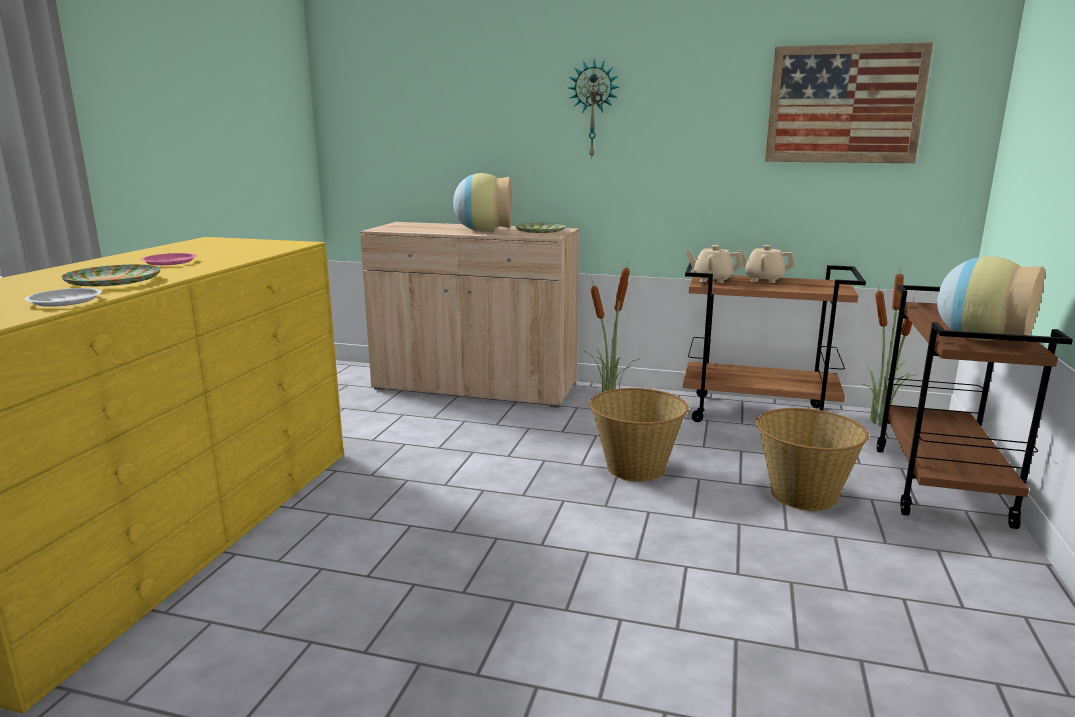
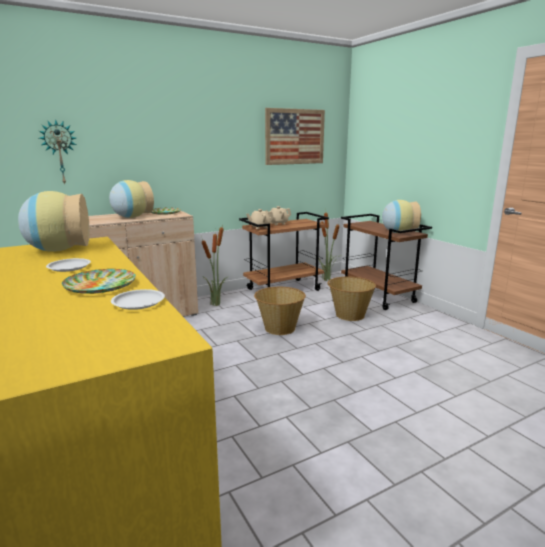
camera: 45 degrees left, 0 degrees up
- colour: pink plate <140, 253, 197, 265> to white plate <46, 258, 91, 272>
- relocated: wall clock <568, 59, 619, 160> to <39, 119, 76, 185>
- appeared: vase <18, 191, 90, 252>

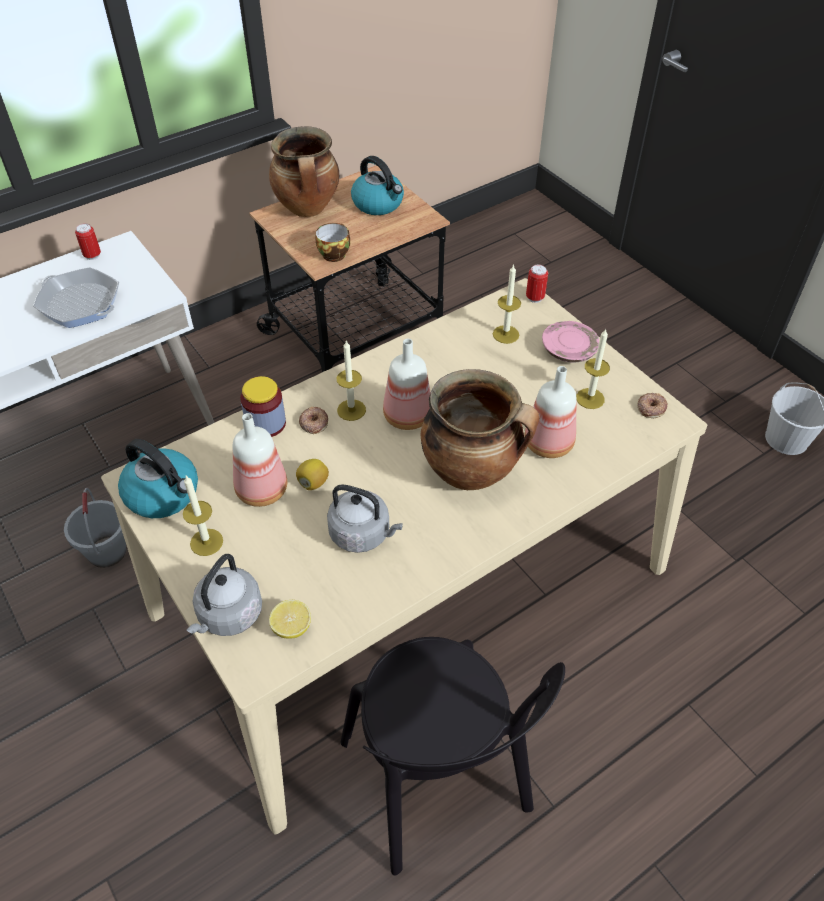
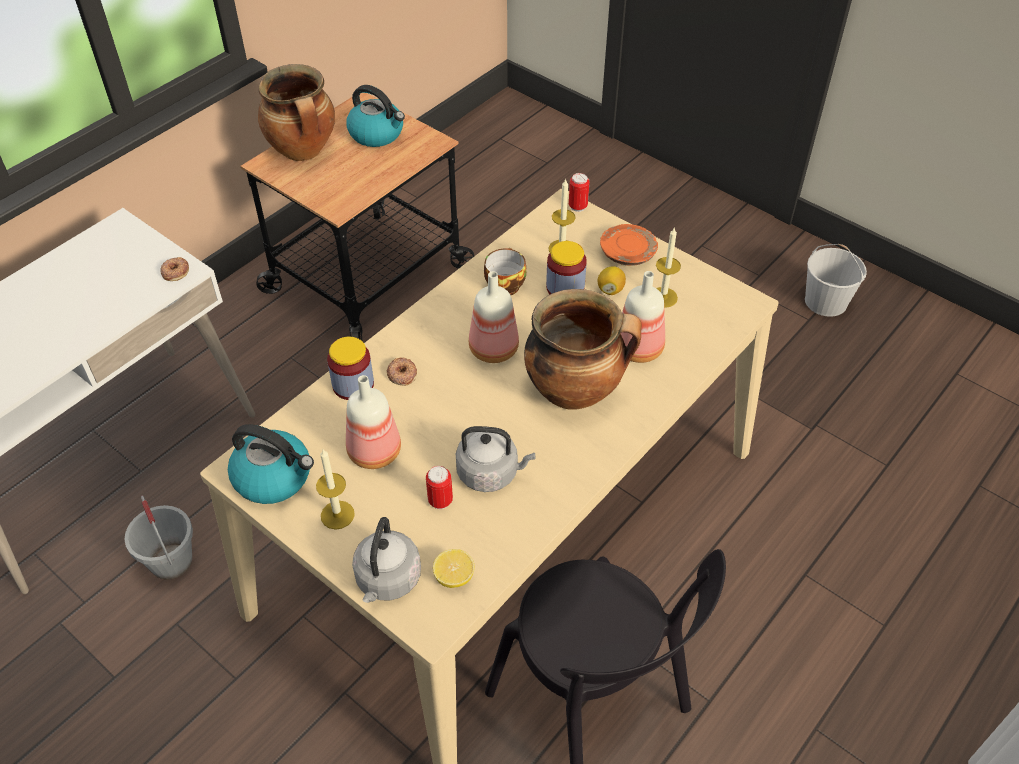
camera: 15 degrees left, 0 degrees up
- missing: frying pan <33, 267, 119, 328>
- relocated: can <75, 223, 101, 260> to <426, 466, 453, 509>
- relocated: lemon <296, 459, 329, 490> to <598, 266, 626, 295>
- relocated: cup <316, 223, 350, 262> to <484, 248, 527, 295>
- missing: candle <337, 341, 366, 421>
- colour: pink plate <542, 321, 599, 363> to orange plate <600, 224, 658, 266>
- relocated: donut <637, 393, 667, 418> to <160, 257, 189, 281>
- appeared: jar <546, 241, 587, 294>

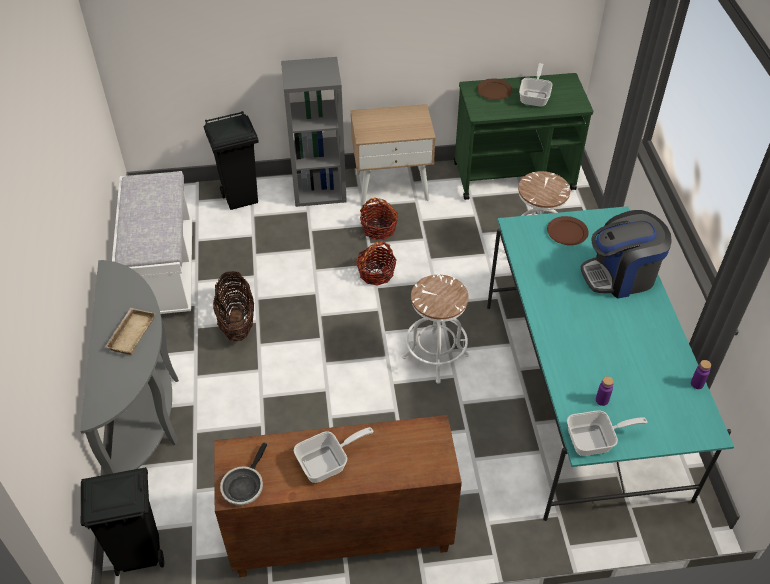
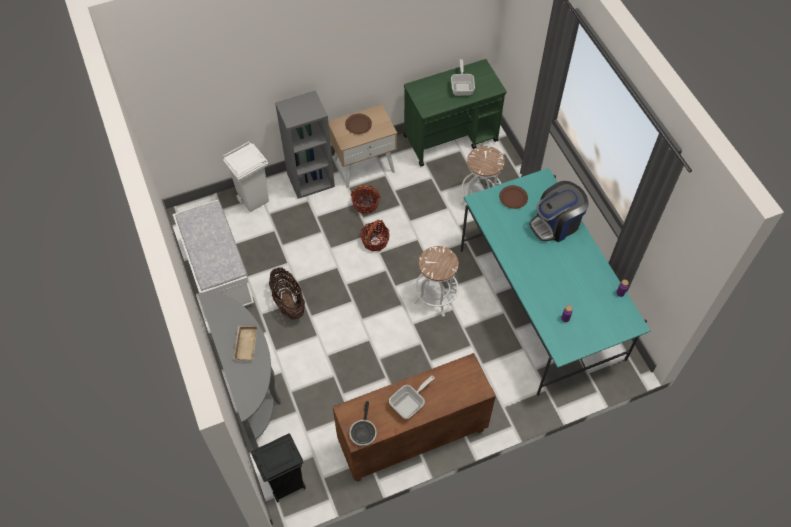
camera: 15 degrees left, 10 degrees up
- colour: black trash can <204, 111, 259, 210> to white trash can <223, 141, 269, 212>
- relocated: brown plate <477, 78, 512, 100> to <345, 114, 372, 134>
- missing: frying pan <567, 410, 647, 456>

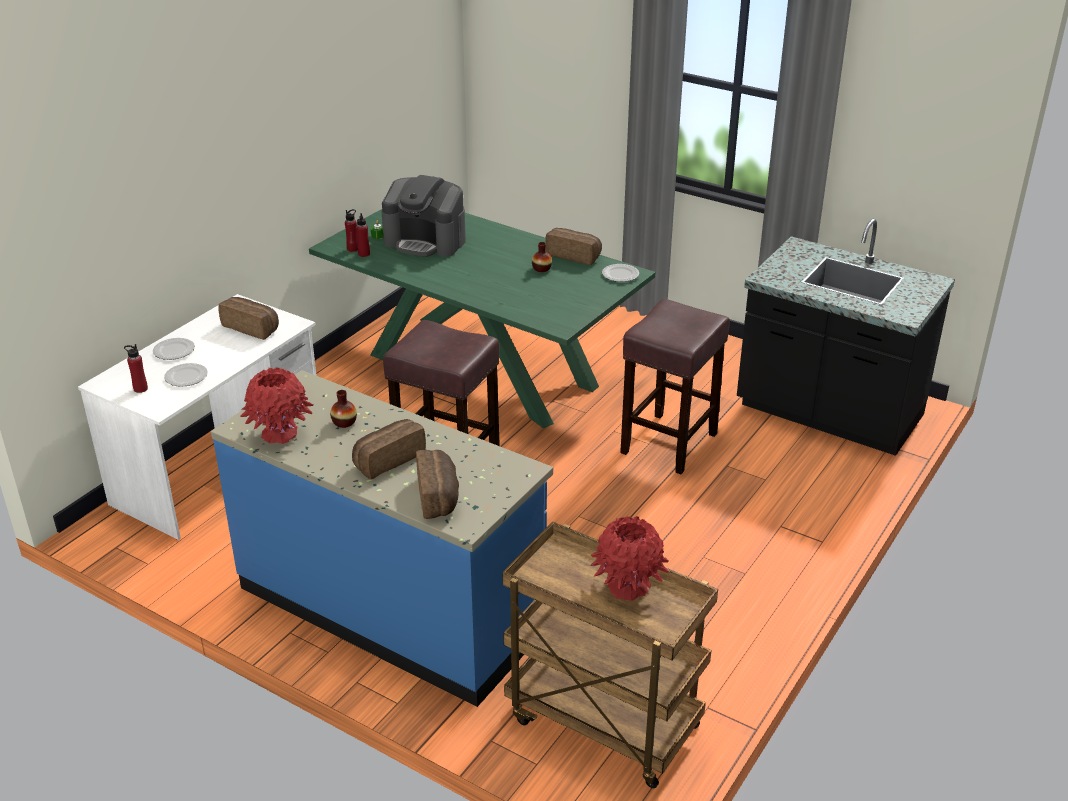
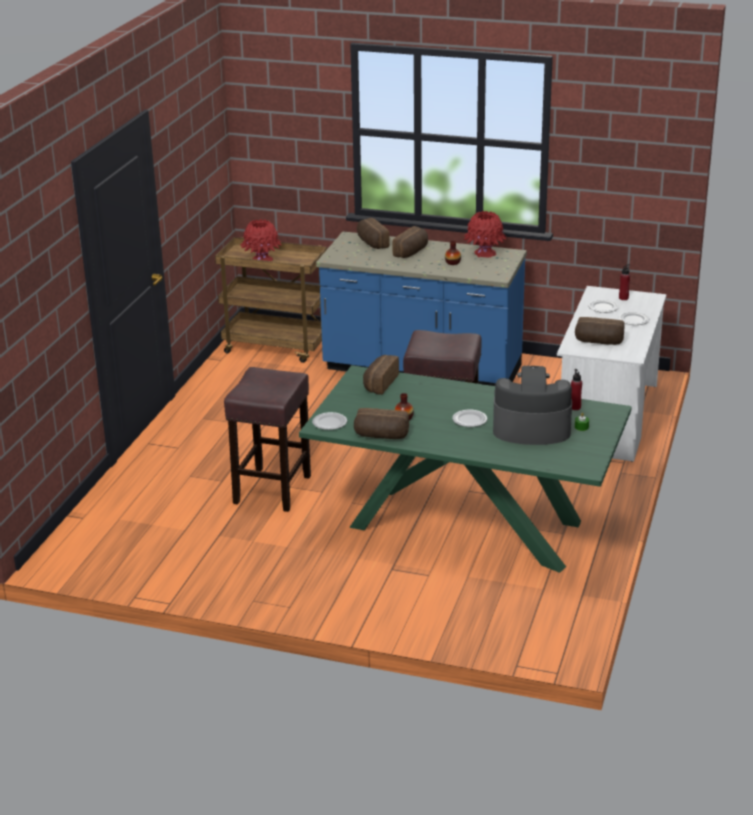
camera: 165 degrees right, 5 degrees down
- missing: red bottle <345, 209, 358, 252>
- missing: black counter <737, 219, 955, 456>
- appeared: bread <363, 355, 399, 395>
- appeared: plate <452, 410, 487, 427>

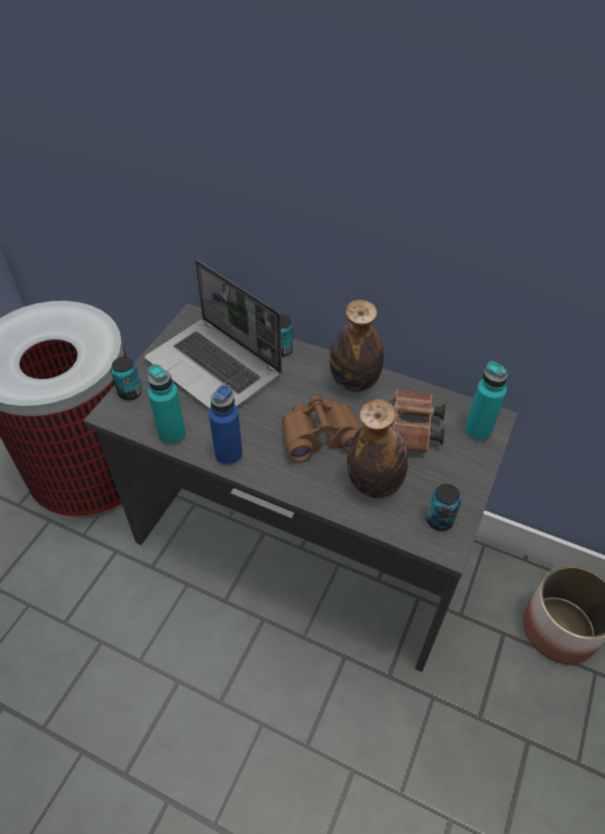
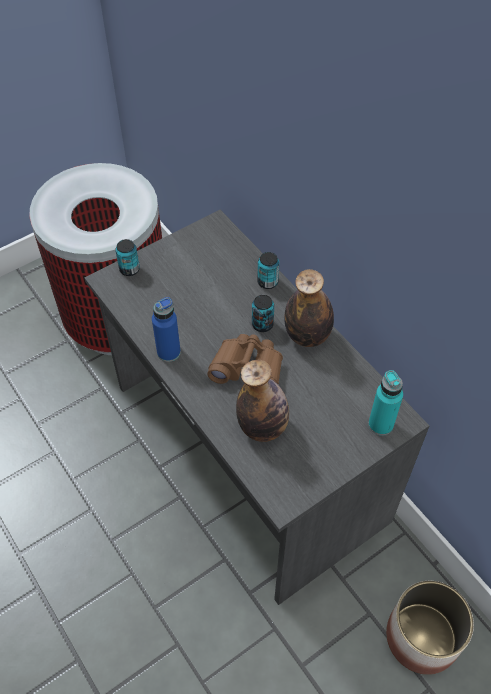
camera: 30 degrees right, 5 degrees up
- missing: laptop <145, 260, 282, 409>
- missing: turquoise bottle <148, 364, 186, 445>
- missing: brown binoculars <393, 389, 445, 453>
- relocated: can <426, 484, 461, 531> to <252, 295, 274, 332>

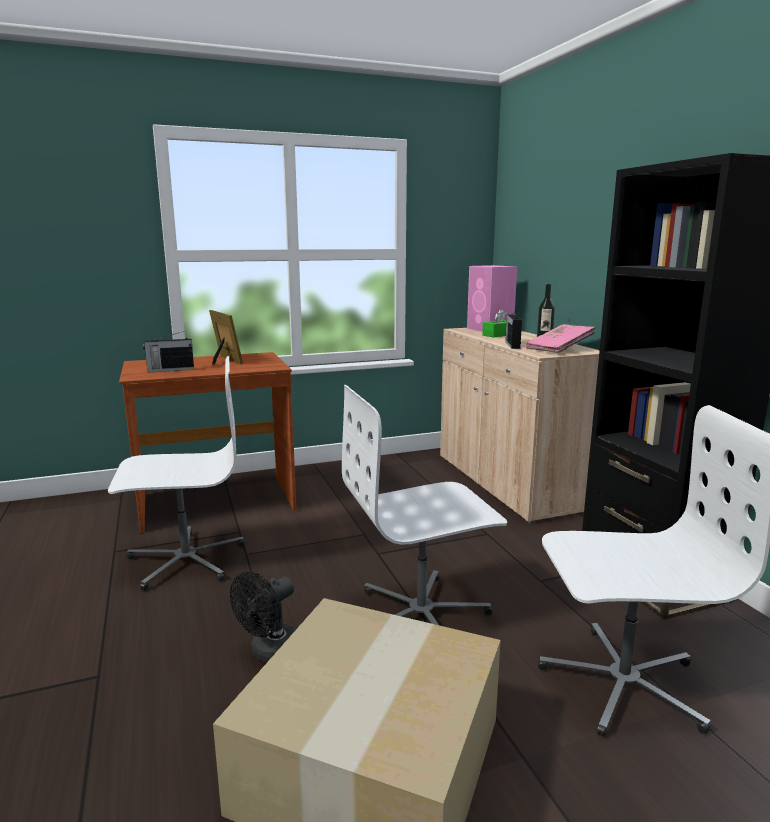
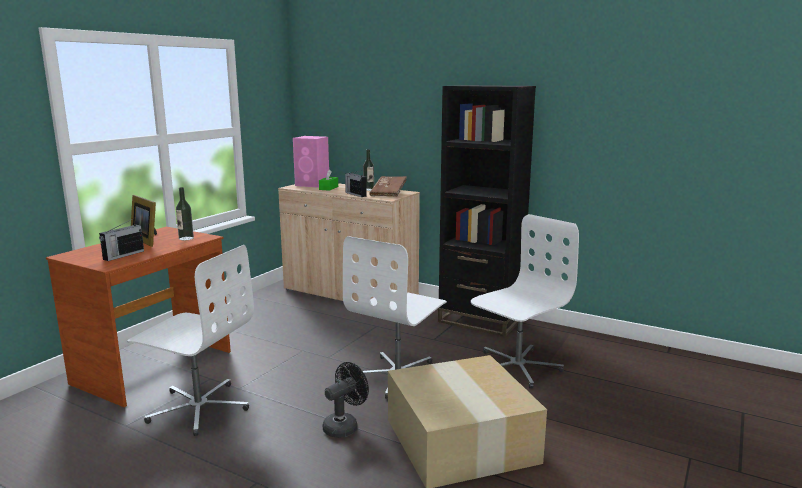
camera: 40 degrees left, 0 degrees up
- spun: white office chair <108, 356, 245, 590> = <127, 245, 254, 436> 75 degrees clockwise
- spun: picture frame <209, 310, 243, 365> = <131, 195, 157, 247> 150 degrees counterclockwise
- spun: black fan <230, 571, 296, 662> = <323, 362, 369, 438> 135 degrees counterclockwise
- colour: pink book <526, 324, 596, 353> to brown book <369, 176, 407, 196>
- appeared: bottle <176, 187, 194, 240>

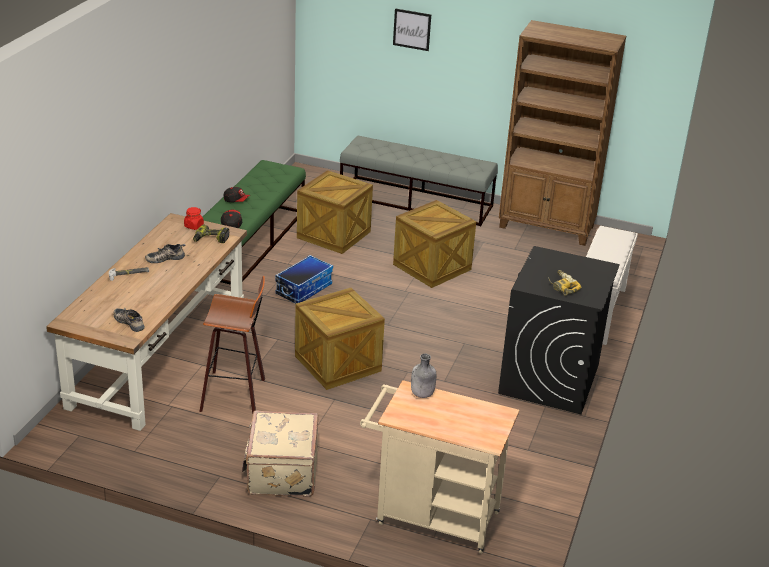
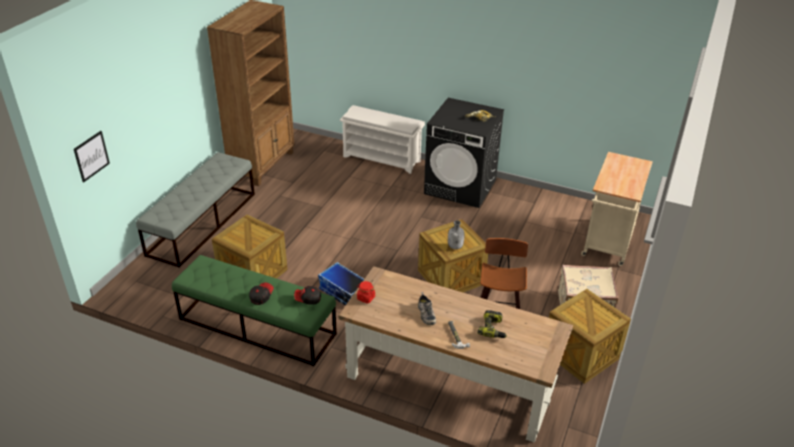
camera: 85 degrees left, 5 degrees up
- missing: shoe <114, 308, 145, 332>
- relocated: power drill <193, 225, 229, 243> to <477, 310, 507, 338>
- relocated: picture <393, 8, 431, 51> to <74, 131, 110, 182>
- relocated: crate <393, 200, 476, 288> to <549, 289, 631, 384>
- relocated: grey bottle <411, 354, 436, 398> to <448, 220, 464, 249>

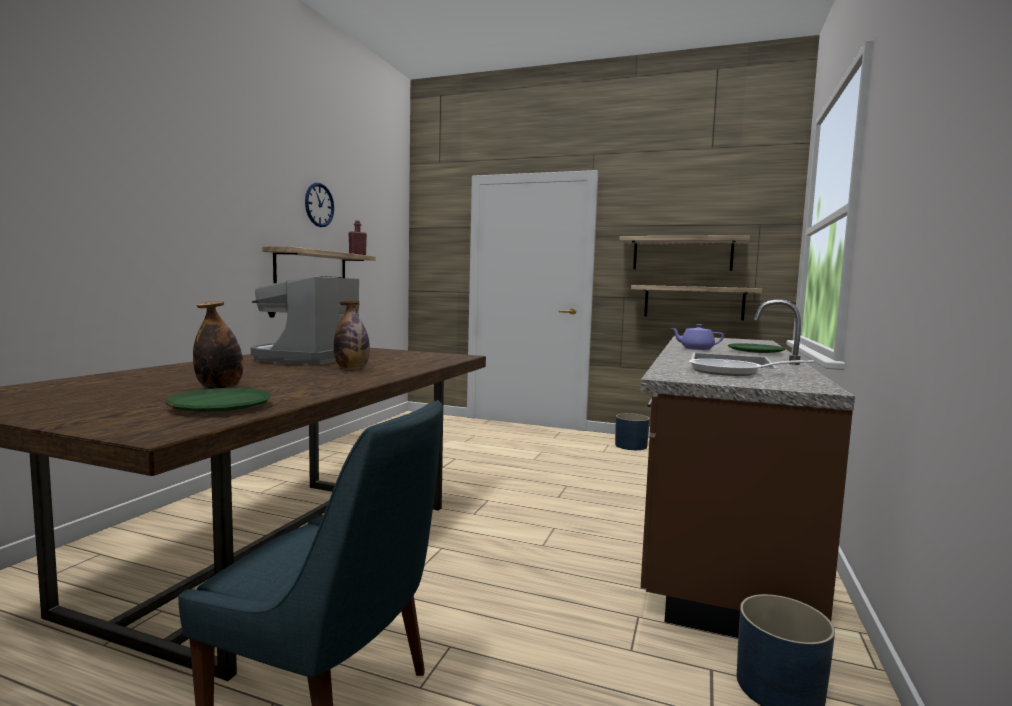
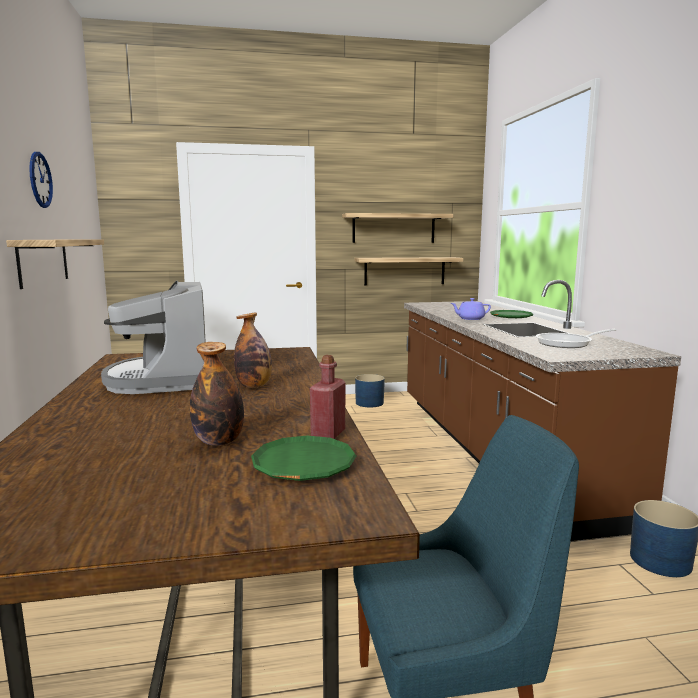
camera: 30 degrees left, 5 degrees up
- relocated: red bottle <348, 220, 367, 255> to <310, 355, 346, 439>

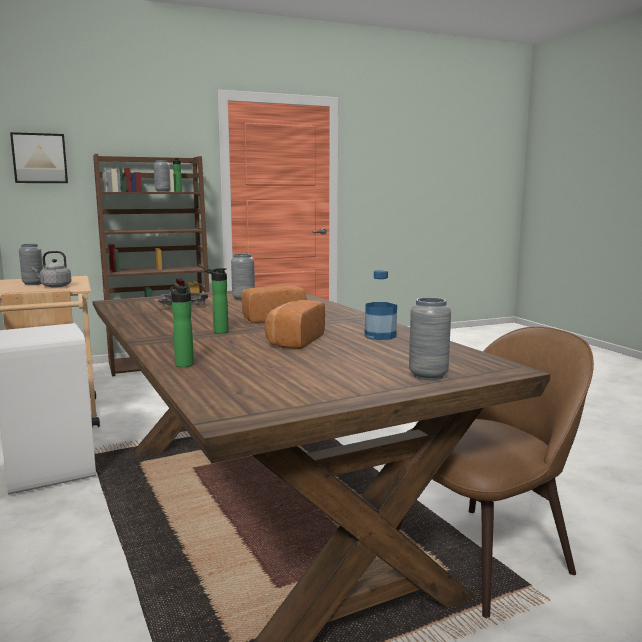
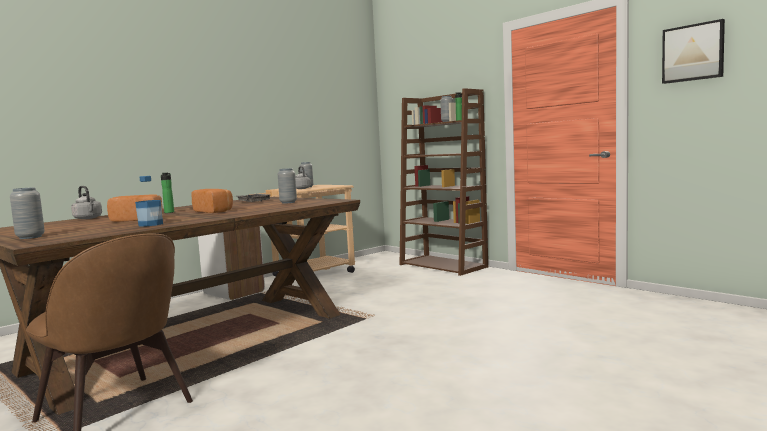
camera: 70 degrees right, 5 degrees down
- relocated: picture <10, 132, 68, 183> to <662, 19, 725, 84>
- exchanged: bottle <170, 286, 194, 367> to grey kettle <71, 186, 102, 219>

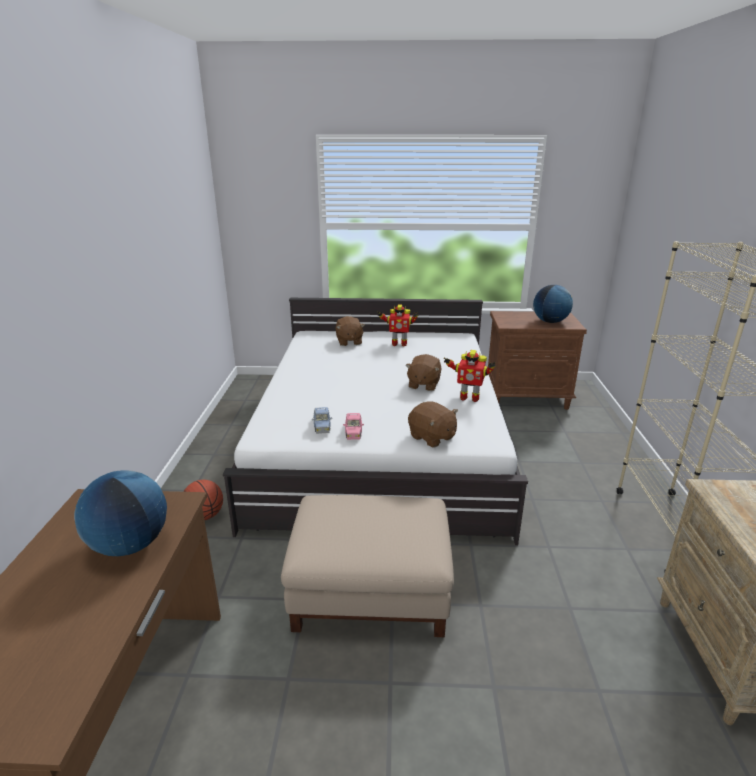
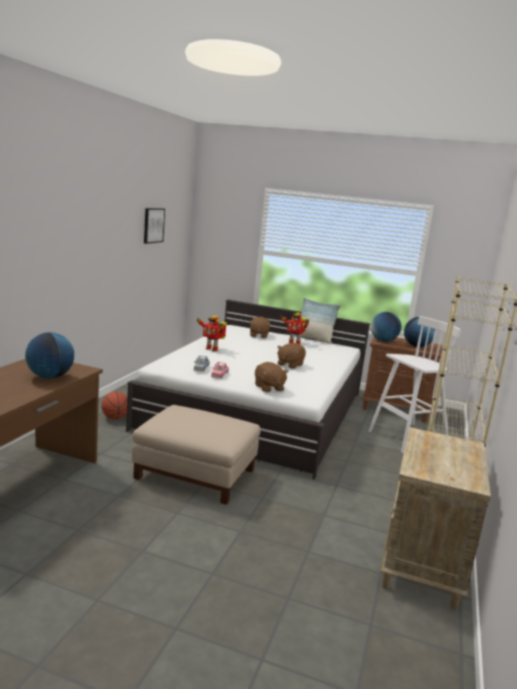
camera: 15 degrees right, 10 degrees down
- relocated: toy robot <444, 350, 495, 402> to <197, 316, 227, 351>
- appeared: picture <144, 208, 165, 244>
- appeared: pillow <294, 298, 341, 344>
- appeared: white stool <368, 316, 461, 453>
- appeared: globe <371, 312, 401, 342>

